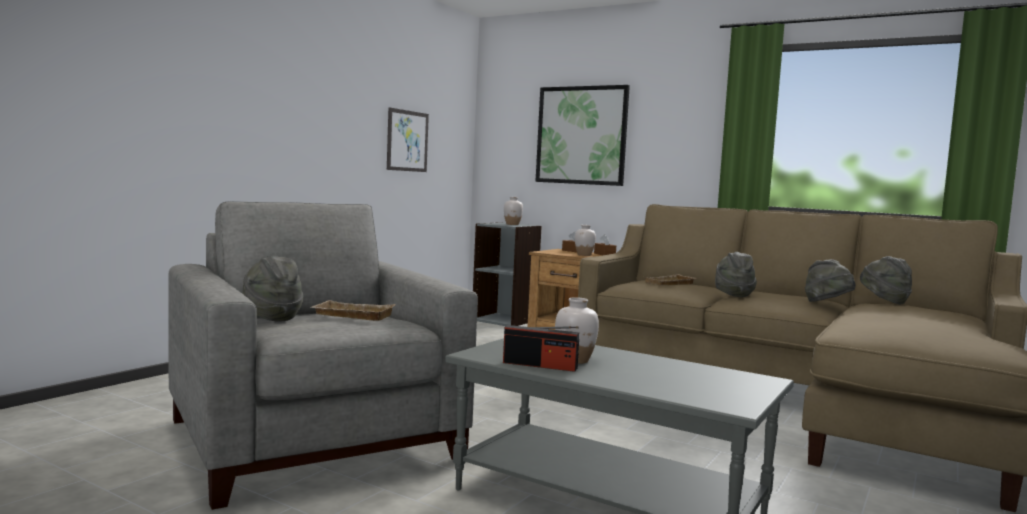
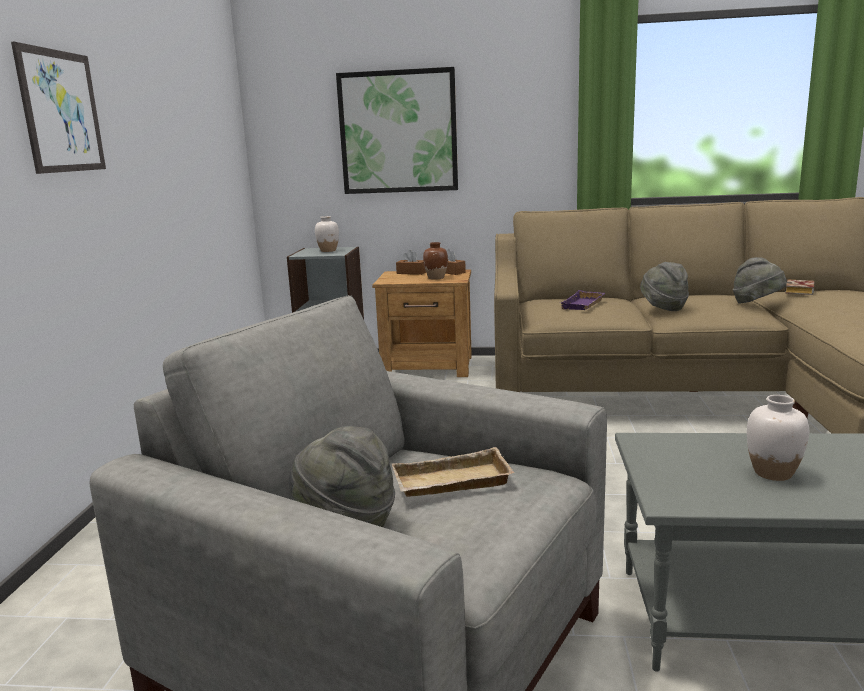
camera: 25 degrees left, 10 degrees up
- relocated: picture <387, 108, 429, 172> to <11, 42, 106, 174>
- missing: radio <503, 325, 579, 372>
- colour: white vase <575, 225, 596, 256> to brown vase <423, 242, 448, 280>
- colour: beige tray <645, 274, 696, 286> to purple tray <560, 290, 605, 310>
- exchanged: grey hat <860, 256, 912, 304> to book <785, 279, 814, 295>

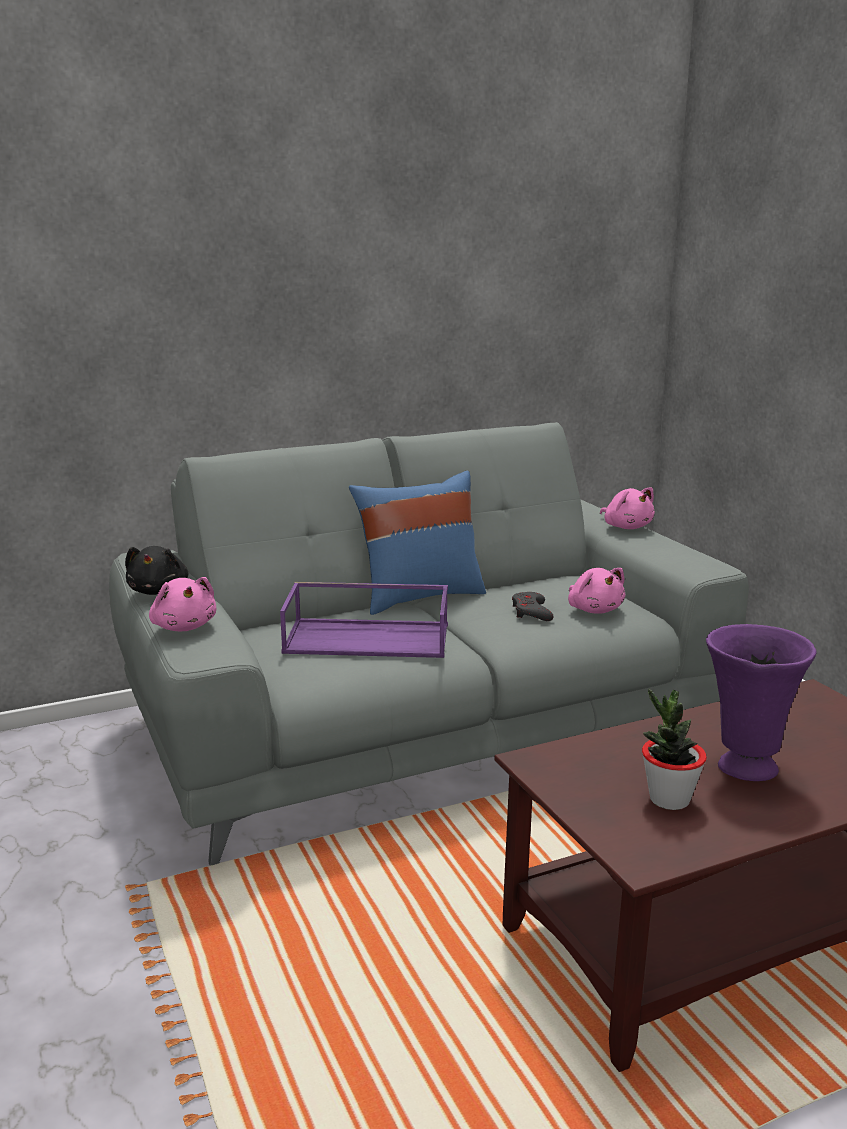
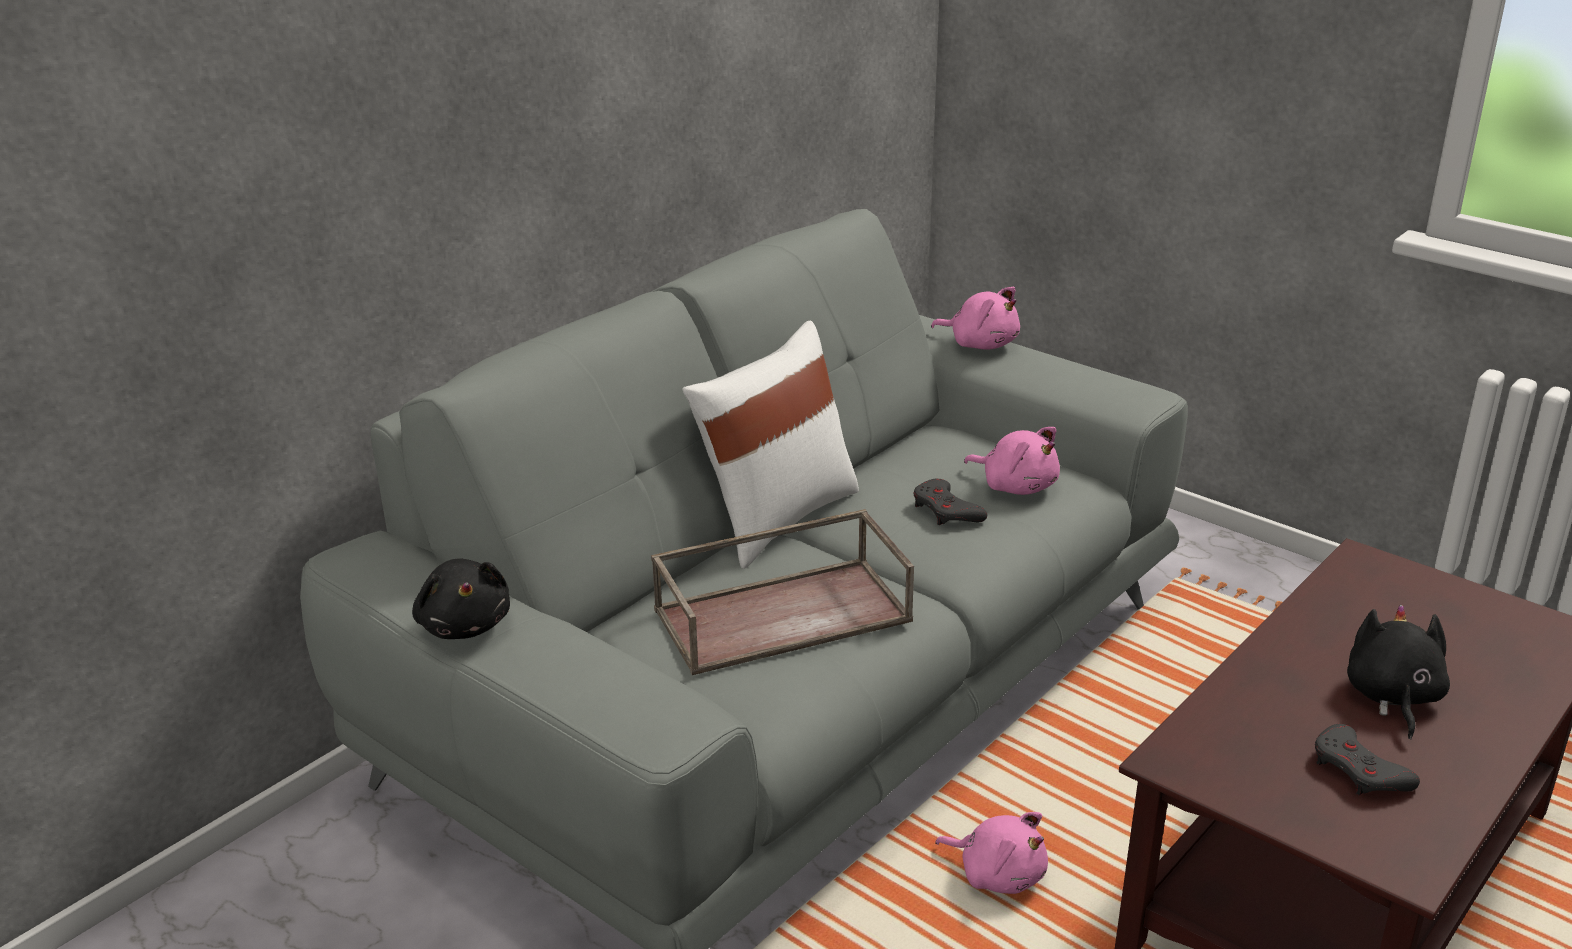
camera: 25 degrees left, 10 degrees up
- relocated: pink plush toy <149, 577, 216, 631> to <935, 812, 1048, 894>
- colour: purple tray <280, 582, 448, 658> to brown tray <651, 509, 914, 675>
- colour: blue pillow <349, 471, 486, 615> to white pillow <682, 321, 859, 569>
- exchanged: potted plant <642, 688, 707, 810> to grey game controller <1315, 724, 1420, 795>
- exchanged: purple vase <706, 624, 817, 781> to black plush toy <1347, 605, 1450, 739>

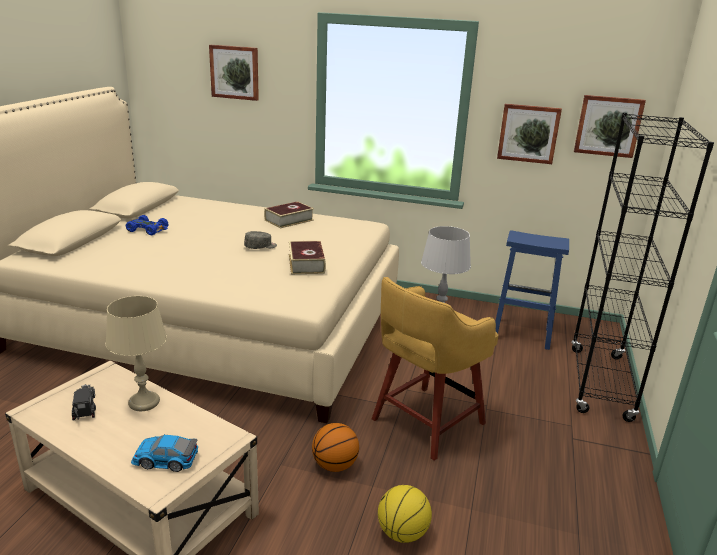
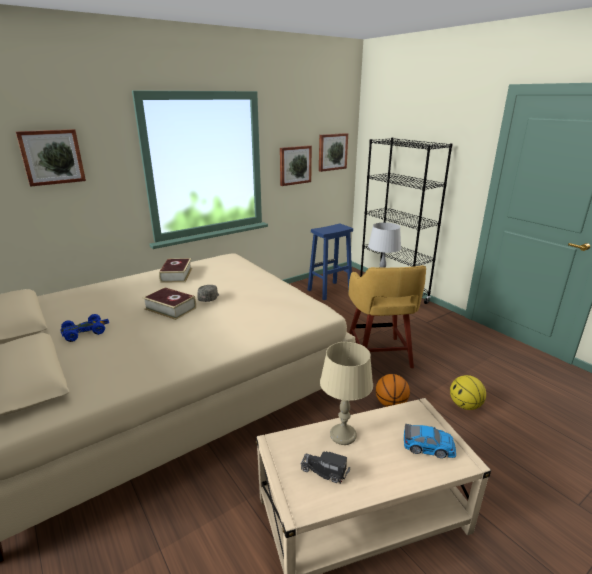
camera: 50 degrees left, 0 degrees up
- spun: toy car <131, 434, 198, 472> = <404, 424, 456, 458> 120 degrees counterclockwise
- relocated: book <289, 241, 326, 274> to <142, 287, 196, 320>

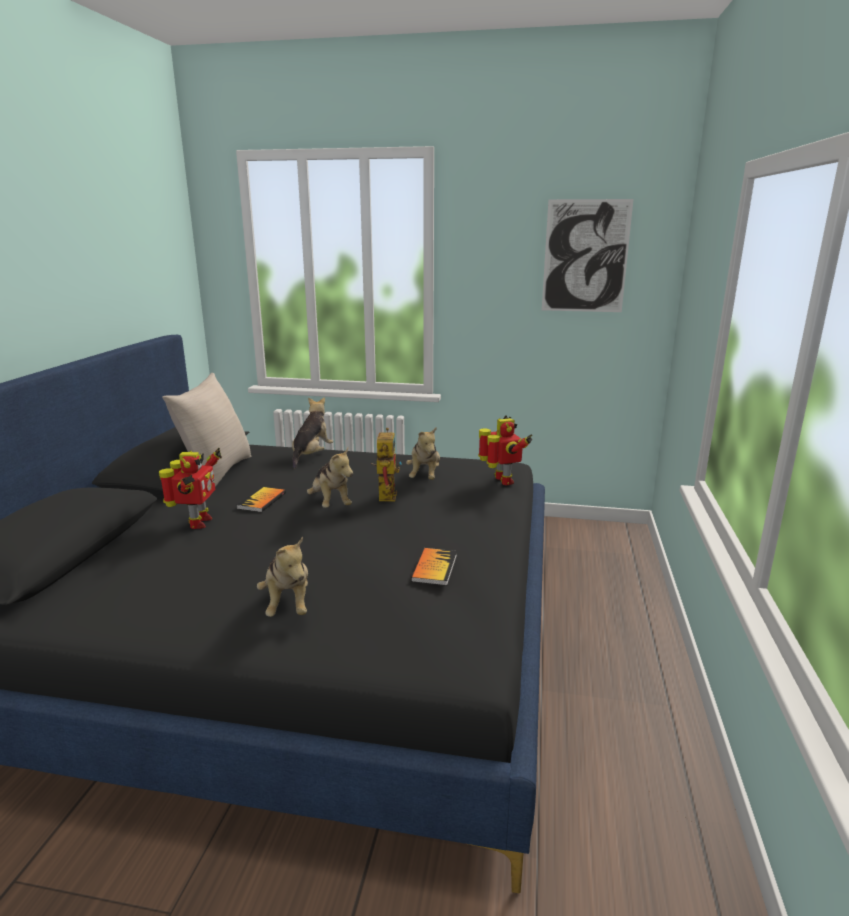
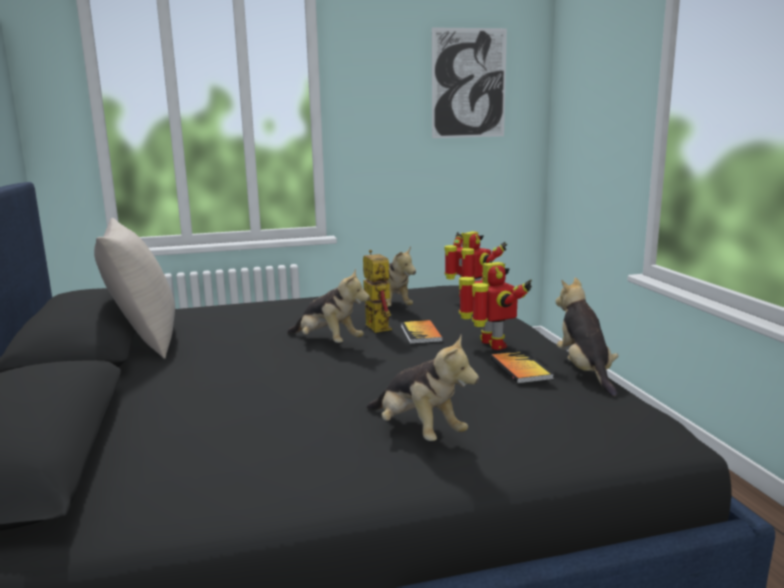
camera: 25 degrees left, 5 degrees down
- relocated: toy robot <159, 448, 222, 529> to <459, 260, 532, 350>
- relocated: book <237, 487, 286, 512> to <401, 320, 443, 344>
- relocated: plush toy <292, 397, 333, 469> to <556, 277, 618, 397>

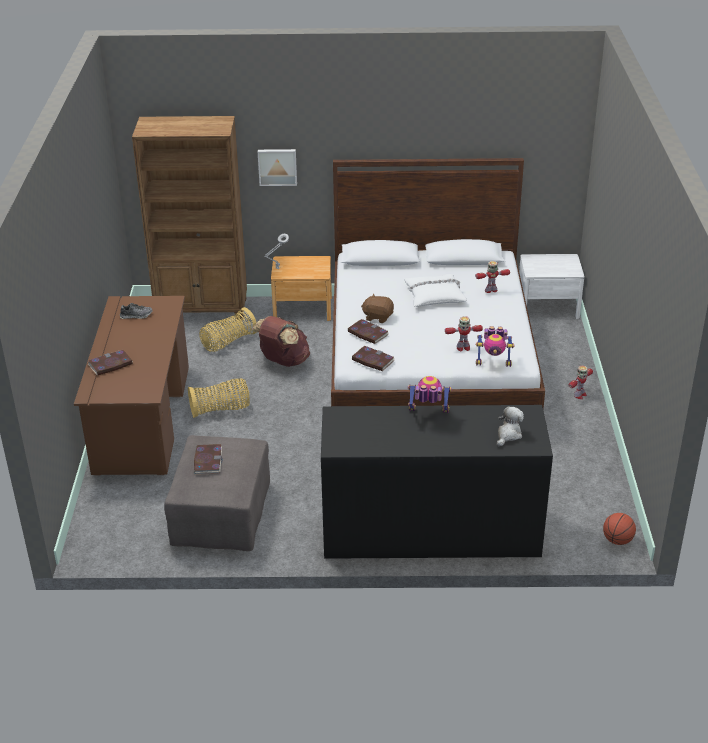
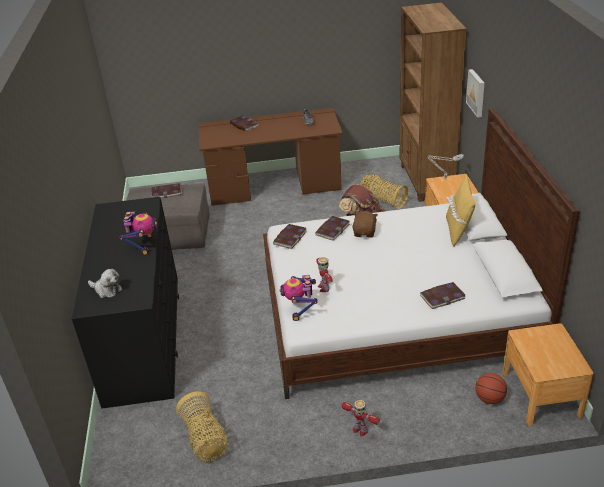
camera: 85 degrees right, 0 degrees up
- relocated: basket <188, 378, 250, 418> to <176, 391, 228, 462>
- missing: white pillow <404, 274, 467, 307>
- exchanged: toy robot <475, 261, 510, 293> to book <420, 282, 466, 309>
- colour: white nightstand <519, 254, 585, 319> to brown nightstand <503, 323, 593, 426>
- relocated: basketball <603, 513, 636, 545> to <475, 373, 507, 404>
- appeared: yellow pillow <446, 175, 476, 247>

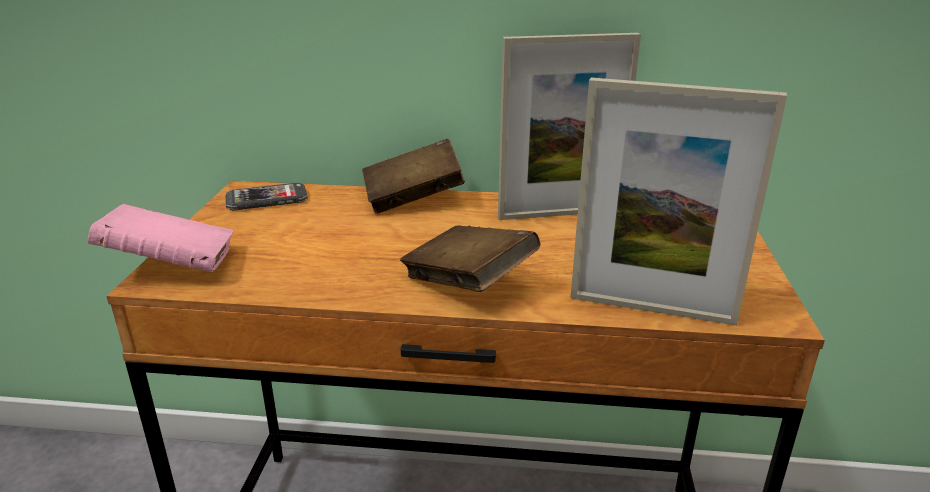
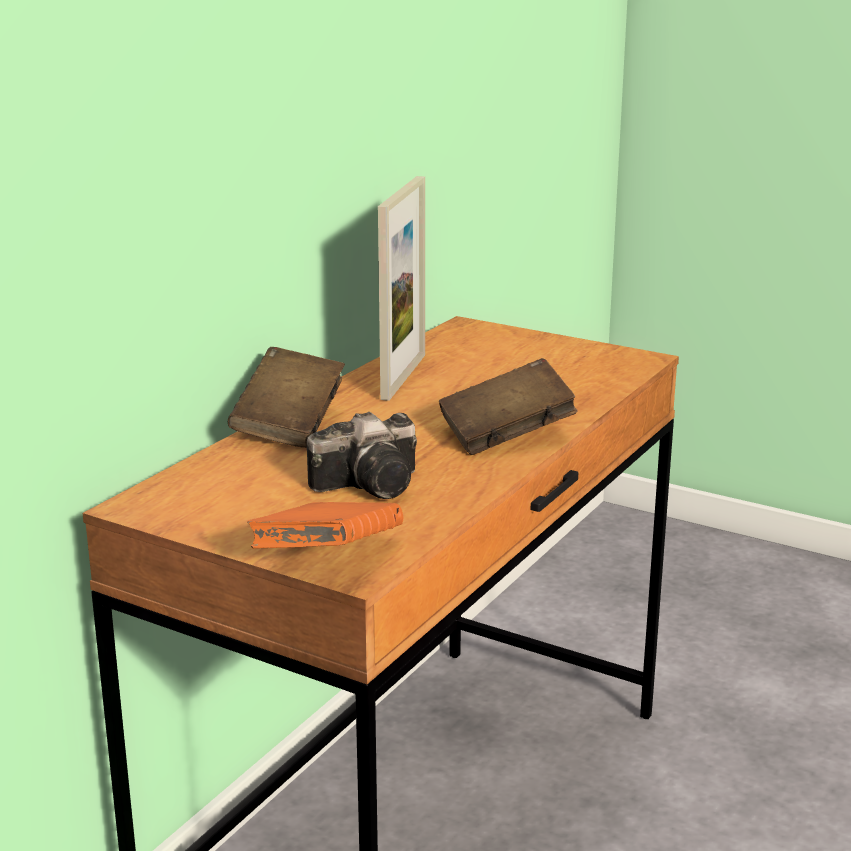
camera: 65 degrees left, 5 degrees down
- colour: pink book <88, 204, 234, 272> to orange book <247, 502, 403, 549>
- missing: phone <226, 183, 308, 210>
- missing: picture frame <570, 77, 787, 326>
- appeared: photo camera <307, 412, 417, 499>

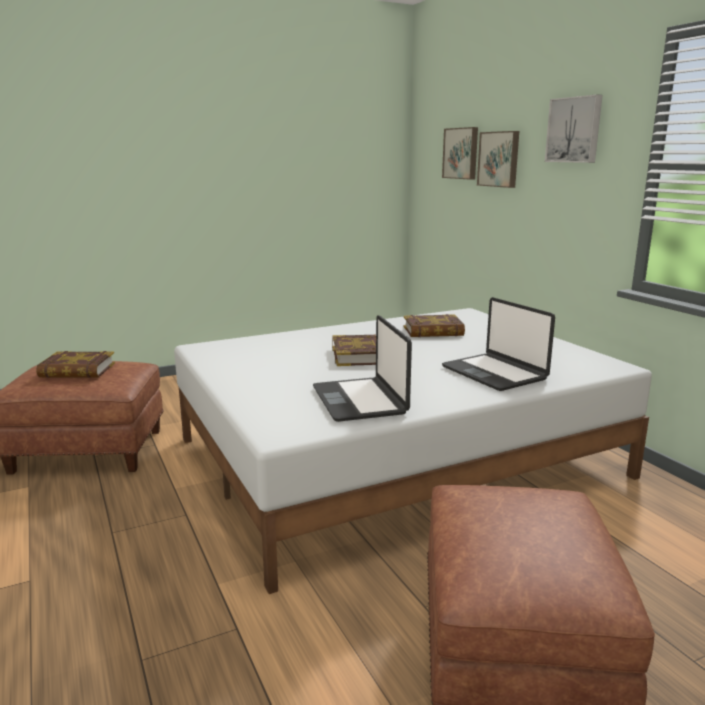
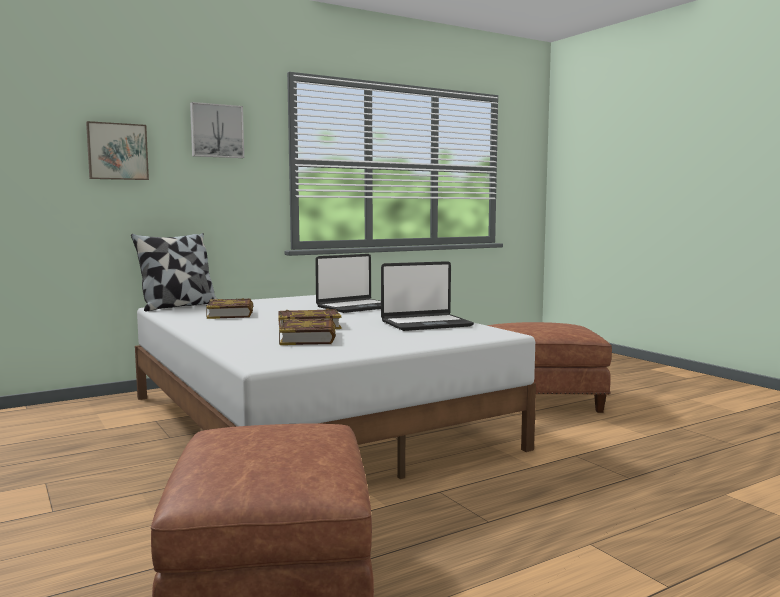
camera: 95 degrees left, 10 degrees down
- relocated: book <36, 351, 115, 378> to <279, 318, 336, 345>
- missing: picture <442, 127, 478, 180>
- appeared: pillow <131, 233, 217, 311>

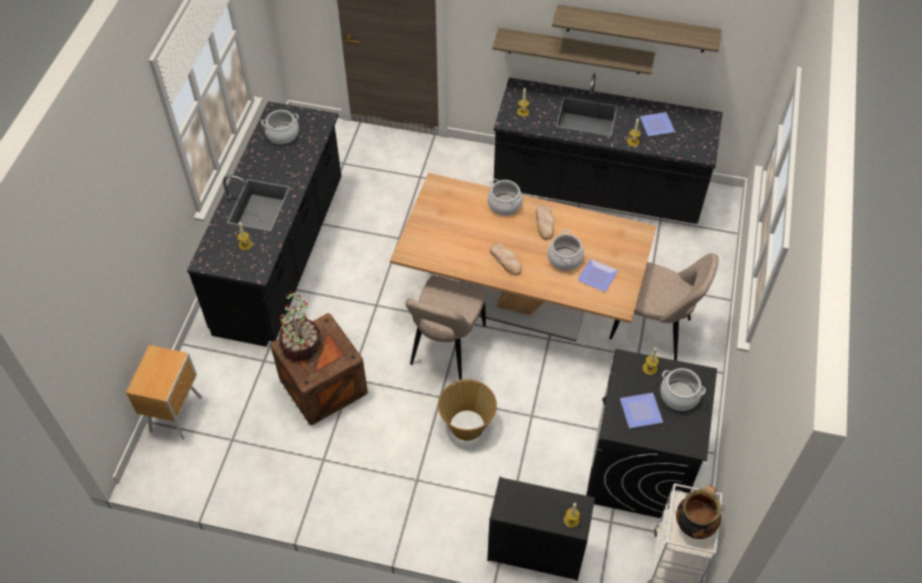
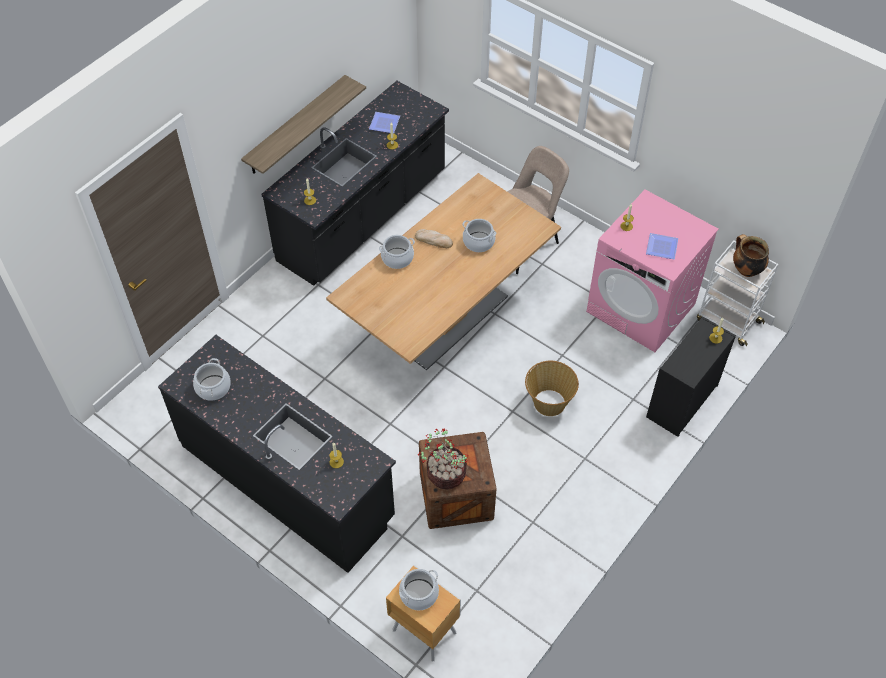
camera: 65 degrees left, 0 degrees up
- missing: beige chair <405, 275, 486, 380>
- missing: bread <490, 243, 522, 275>
- missing: shelf <552, 4, 722, 53>
- missing: plate <578, 259, 618, 292>
- colour: black washing machine <586, 349, 717, 518> to pink washing machine <586, 190, 719, 352>
- relocated: cooking pot <660, 368, 706, 411> to <399, 569, 439, 610>

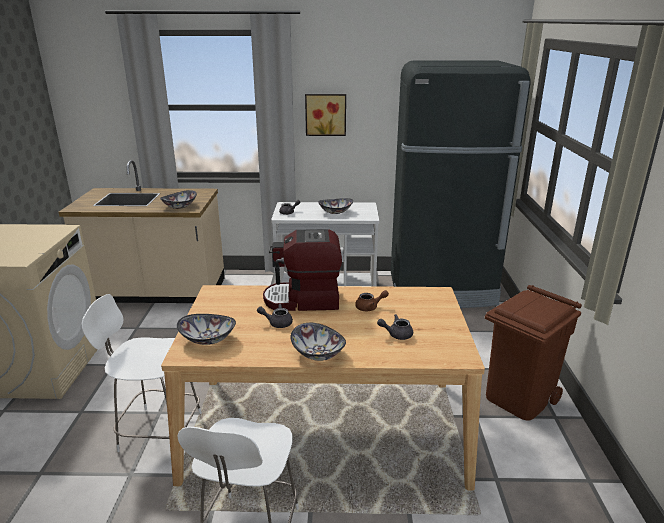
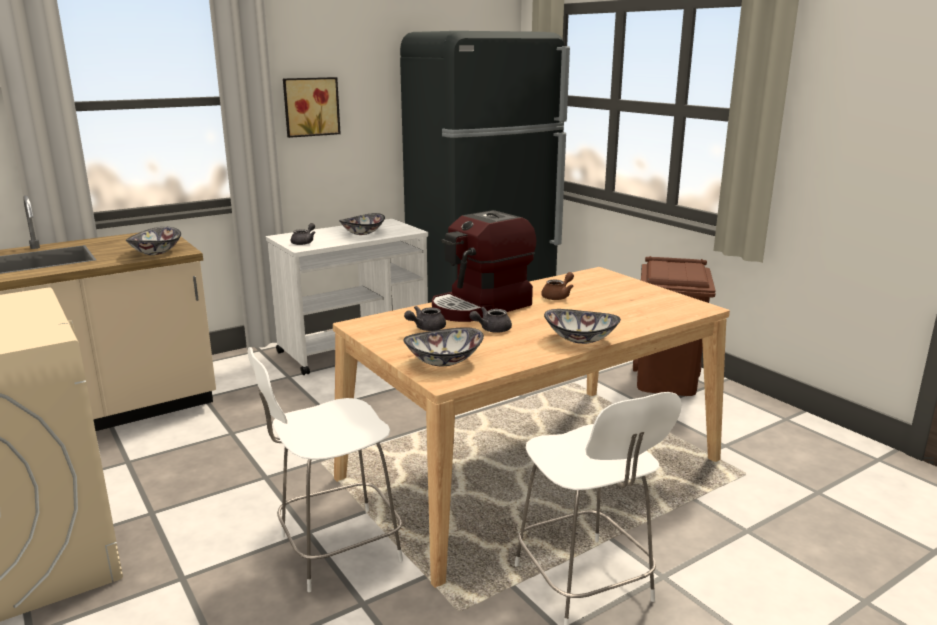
camera: 35 degrees left, 5 degrees down
- relocated: grey teapot <377, 314, 413, 340> to <404, 306, 446, 331>

